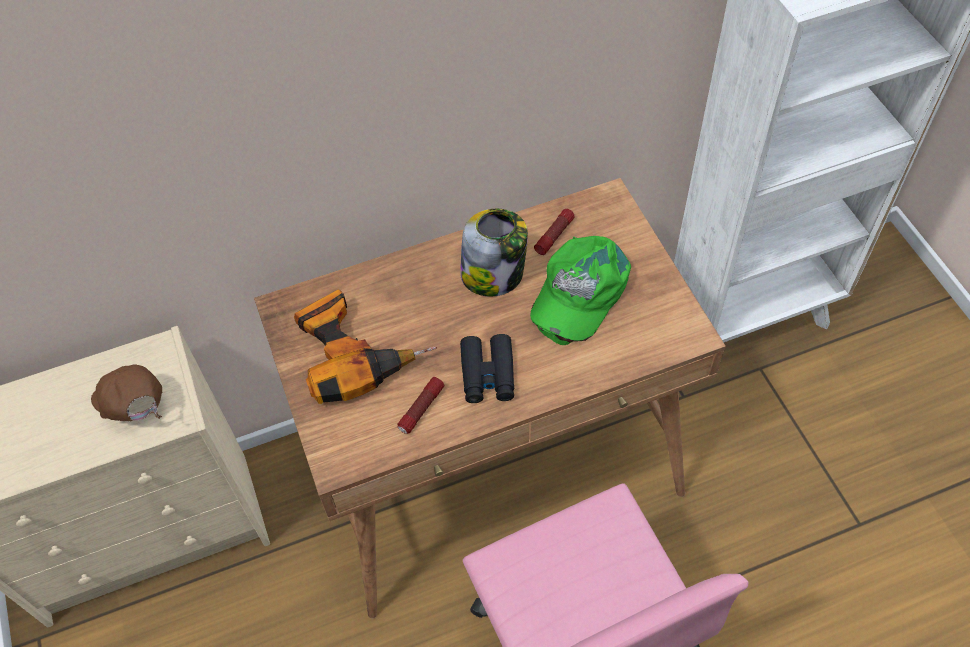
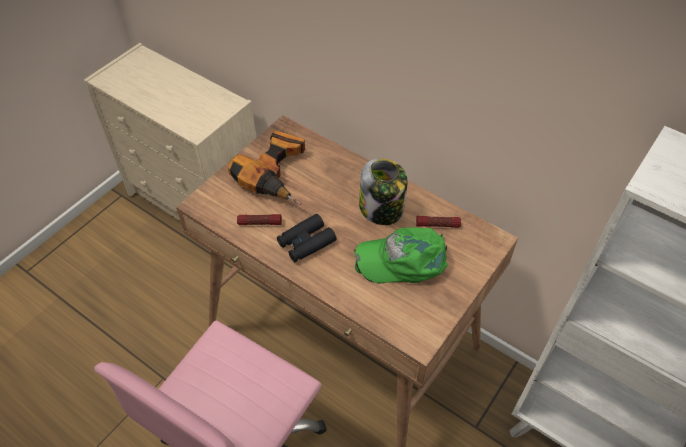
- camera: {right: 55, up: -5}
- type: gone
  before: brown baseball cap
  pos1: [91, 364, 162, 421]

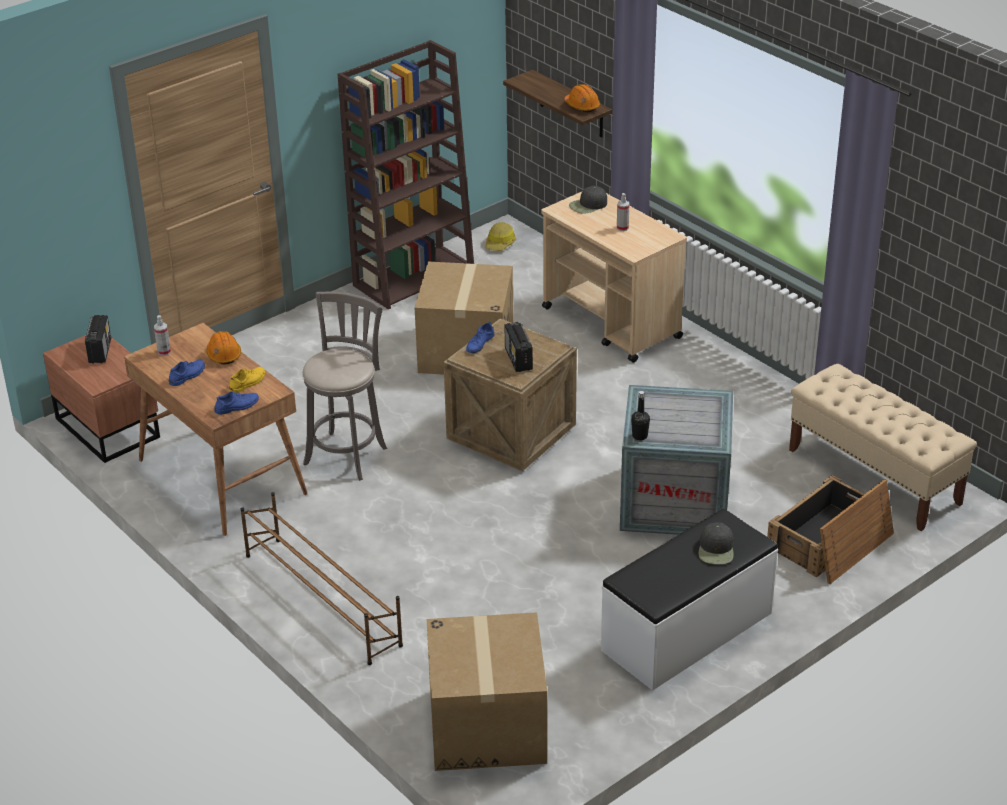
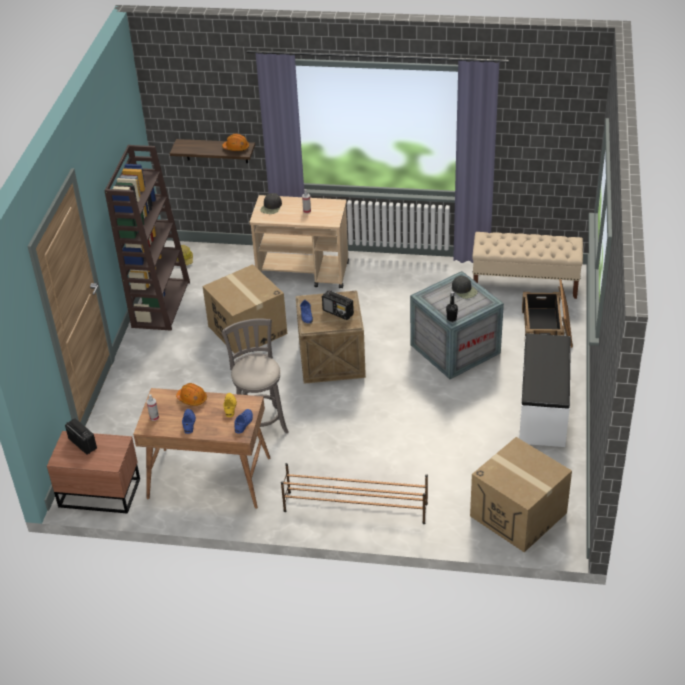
- camera: {right: -40, up: 5}
- type: shifted
  before: black-coloured baseball cap
  pos1: [699, 522, 734, 564]
  pos2: [452, 276, 478, 299]

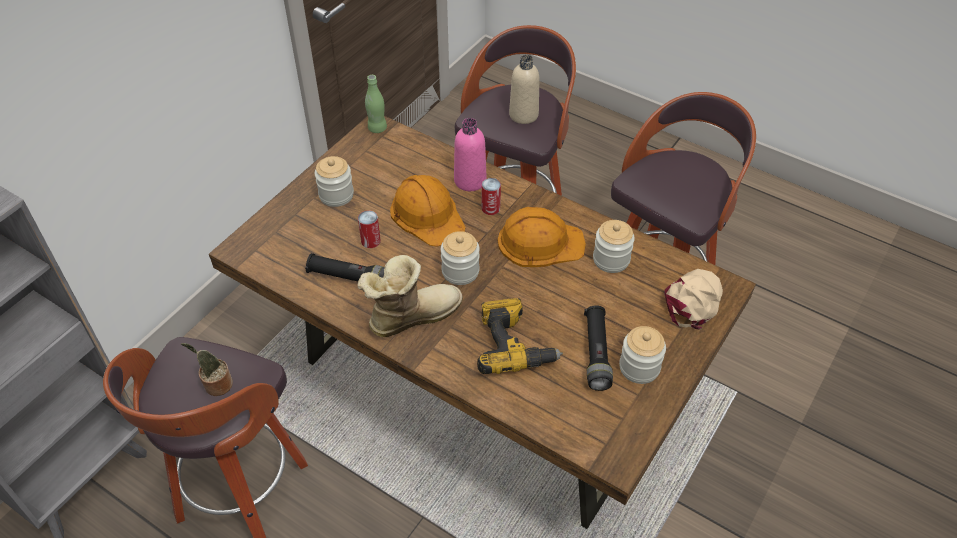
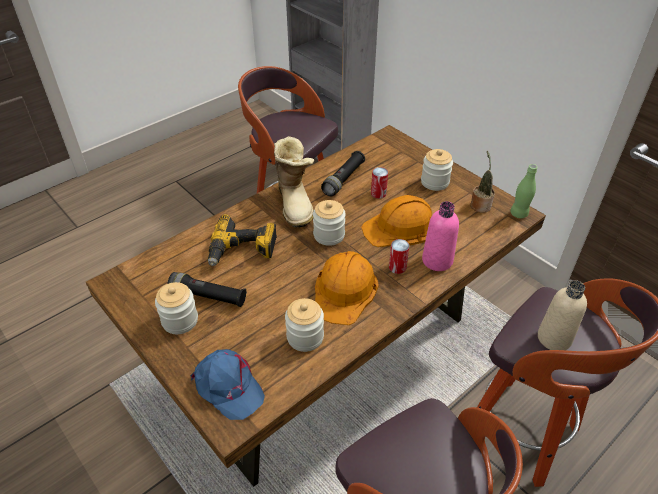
- camera: {right: 105, up: -5}
- type: repainted
  before: beige-coloured baseball cap
  after: blue baseball cap
  pos1: [664, 269, 723, 330]
  pos2: [190, 349, 265, 420]
- type: shifted
  before: houseplant
  pos1: [181, 343, 233, 396]
  pos2: [471, 151, 495, 213]

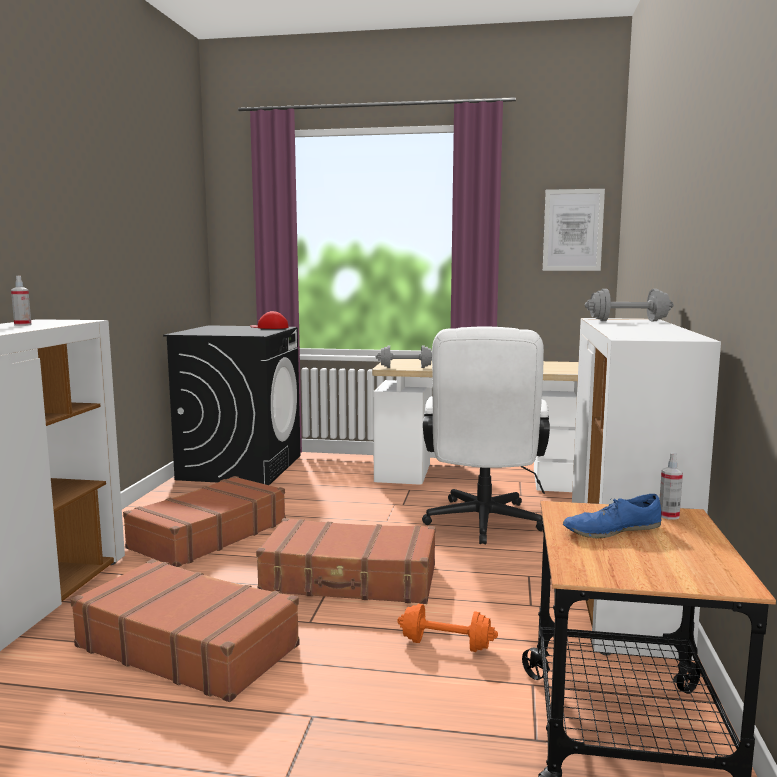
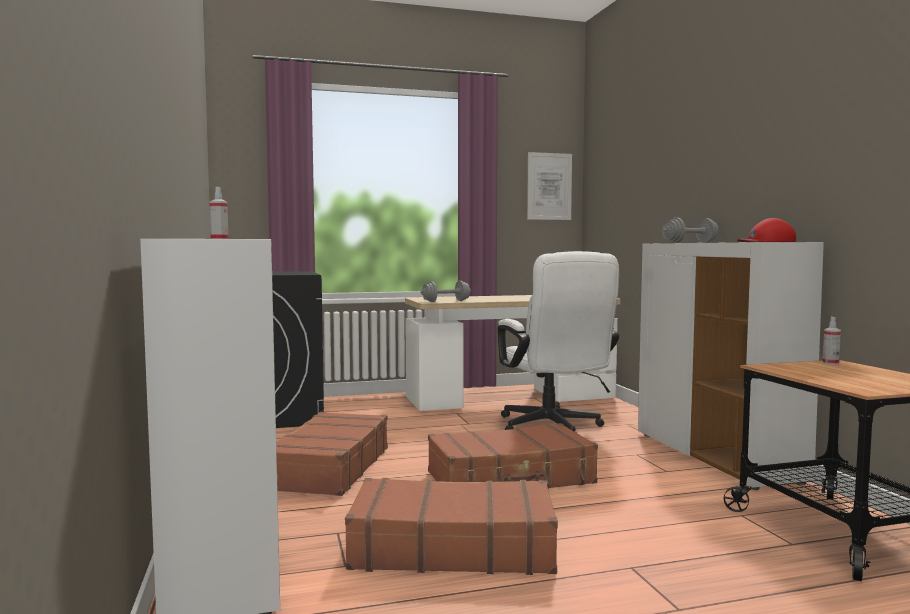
- camera: {right: -25, up: -5}
- type: shifted
  before: reddish baseball cap
  pos1: [250, 311, 288, 329]
  pos2: [737, 218, 796, 242]
- type: gone
  before: blue shoe
  pos1: [563, 494, 662, 539]
- type: gone
  before: orange-coloured hand weight
  pos1: [397, 604, 498, 652]

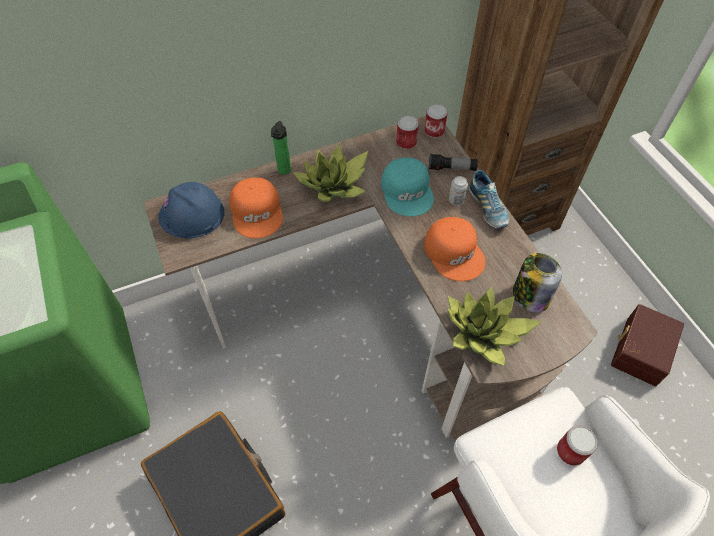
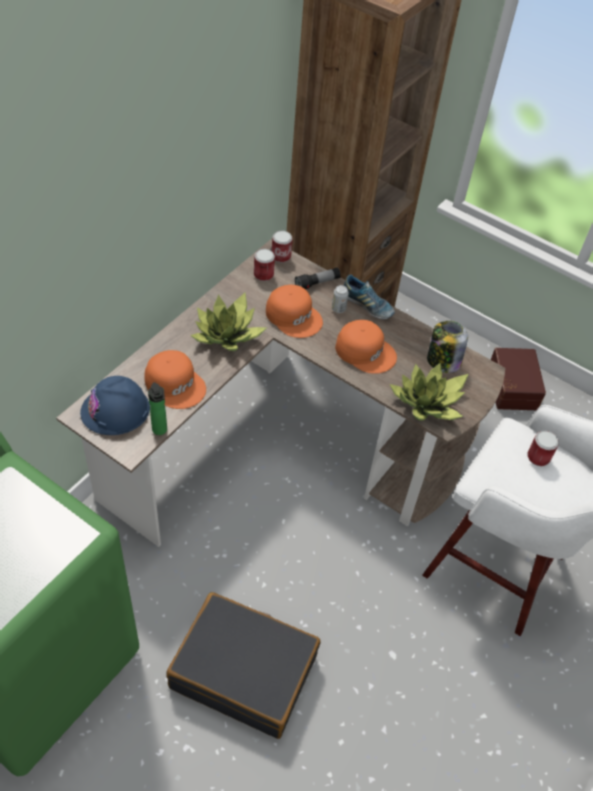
- camera: {right: -35, up: -5}
- type: shifted
  before: beverage bottle
  pos1: [271, 121, 291, 175]
  pos2: [148, 382, 167, 435]
- type: repainted
  before: turquoise-coloured baseball cap
  after: orange-coloured baseball cap
  pos1: [381, 158, 434, 216]
  pos2: [266, 285, 323, 338]

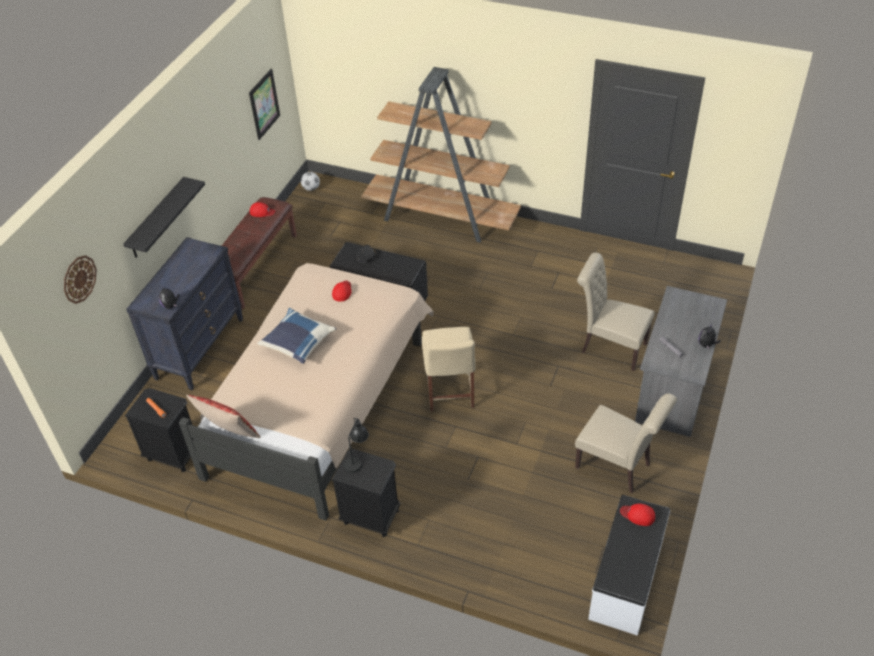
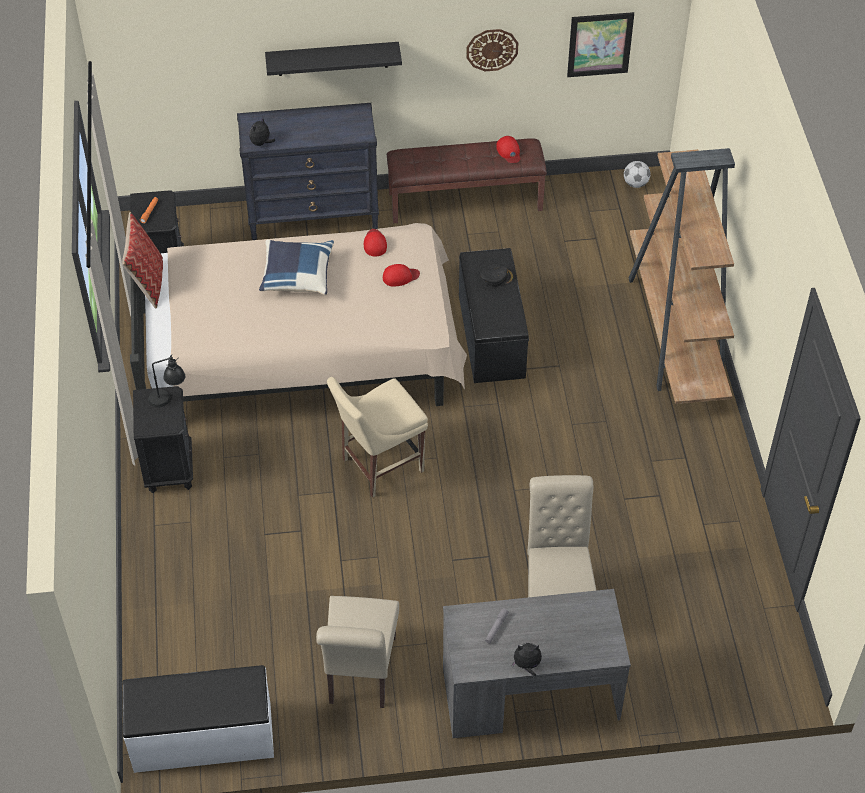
- camera: {right: 60, up: 5}
- type: shifted
  before: clock on the wall
  pos1: [64, 255, 97, 304]
  pos2: [466, 29, 518, 71]
- type: shifted
  before: reddish baseball cap
  pos1: [620, 504, 655, 526]
  pos2: [364, 229, 387, 257]

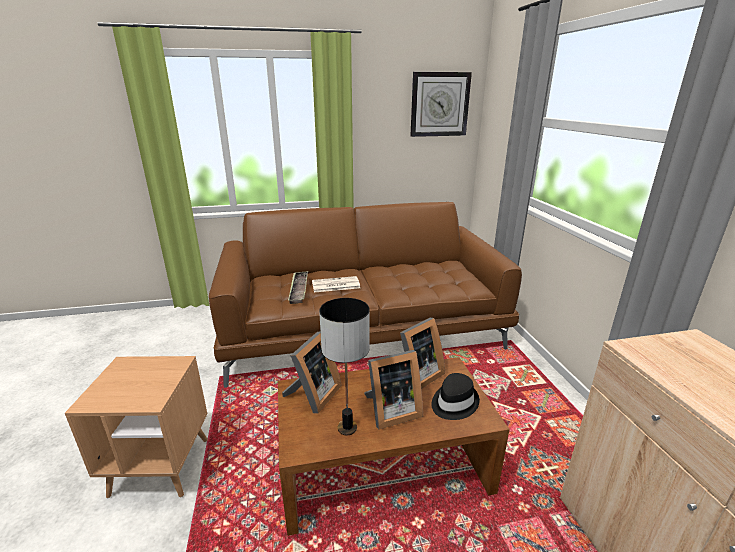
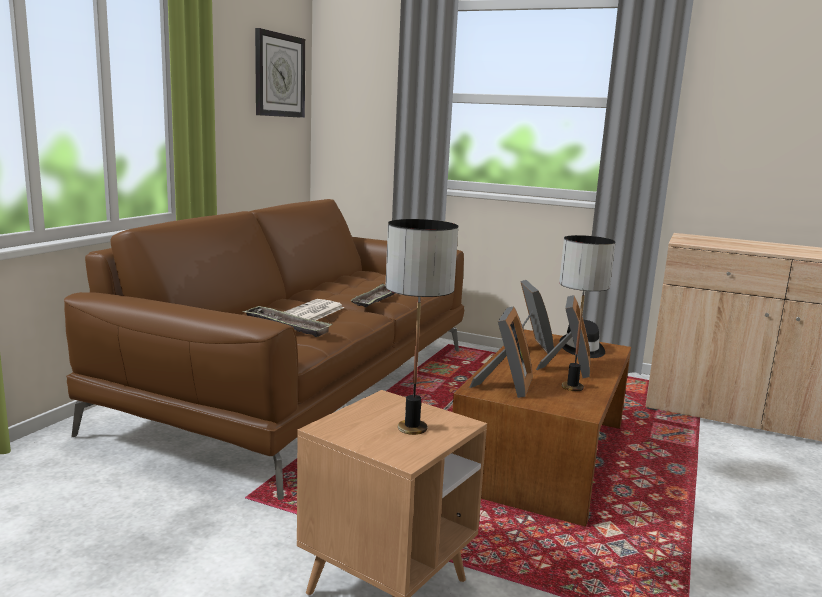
- camera: {right: -55, up: -10}
- type: rotated
  before: photo frame
  pos1: [282, 332, 342, 414]
  pos2: [469, 306, 532, 398]
  turn: 45
- type: new
  after: lamp for a table
  pos2: [385, 219, 458, 435]
- type: new
  after: tray
  pos2: [350, 283, 395, 307]

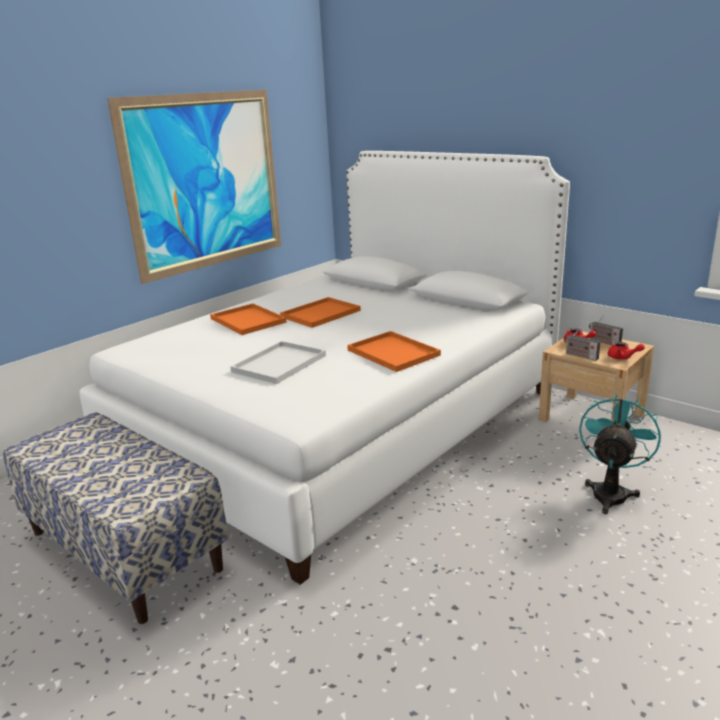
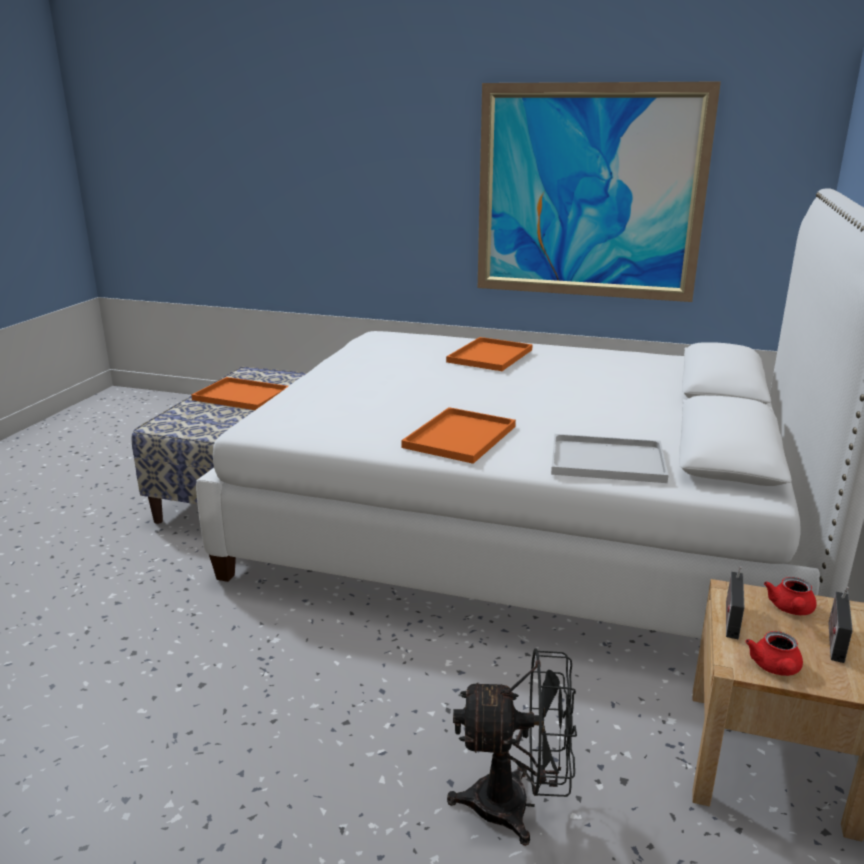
- camera: {right: 65, up: 0}
- type: shifted
  before: orange-coloured tray
  pos1: [280, 297, 361, 328]
  pos2: [191, 377, 288, 410]
- type: shifted
  before: white-coloured tray
  pos1: [231, 341, 326, 384]
  pos2: [551, 434, 668, 483]
- type: repainted
  before: turquoise-coloured fan
  after: black-coloured fan
  pos1: [579, 393, 661, 514]
  pos2: [447, 648, 577, 846]

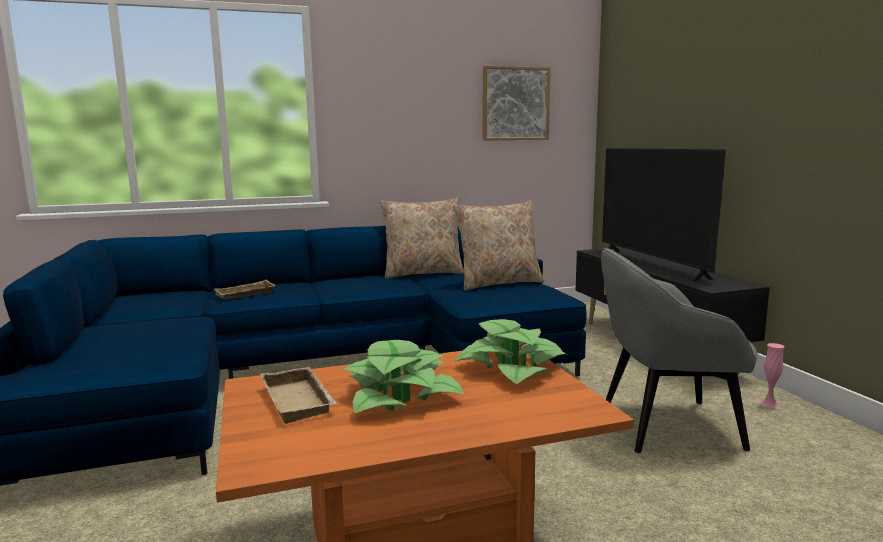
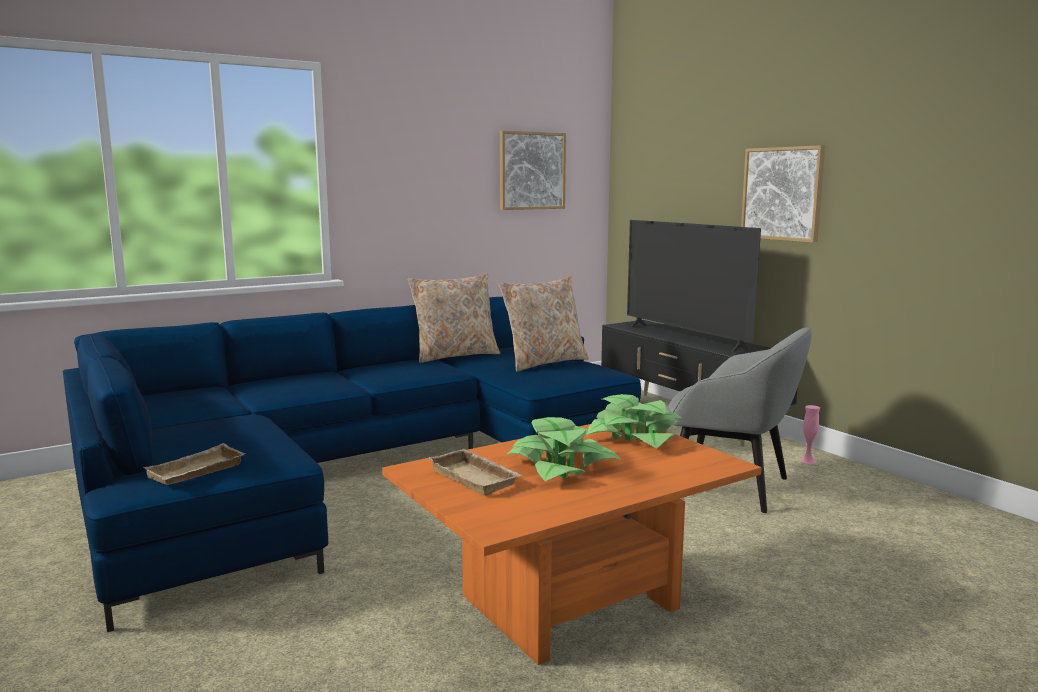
- camera: {right: -15, up: 0}
- type: rotated
  before: greyish easy chair
  pos1: [601, 248, 759, 453]
  pos2: [667, 327, 811, 513]
  turn: -135
- type: shifted
  before: beige-coloured tray
  pos1: [214, 280, 276, 299]
  pos2: [143, 443, 245, 485]
- type: new
  after: wall picture
  pos2: [741, 145, 825, 243]

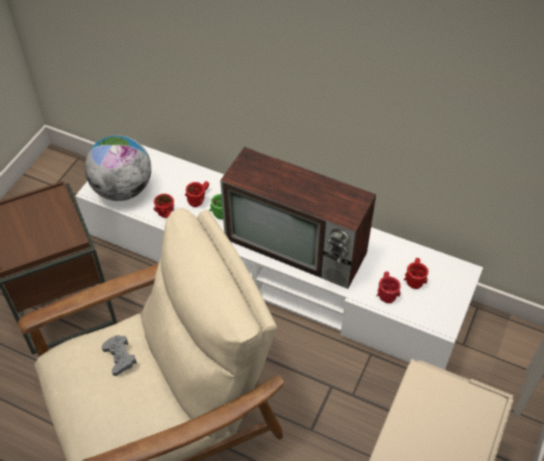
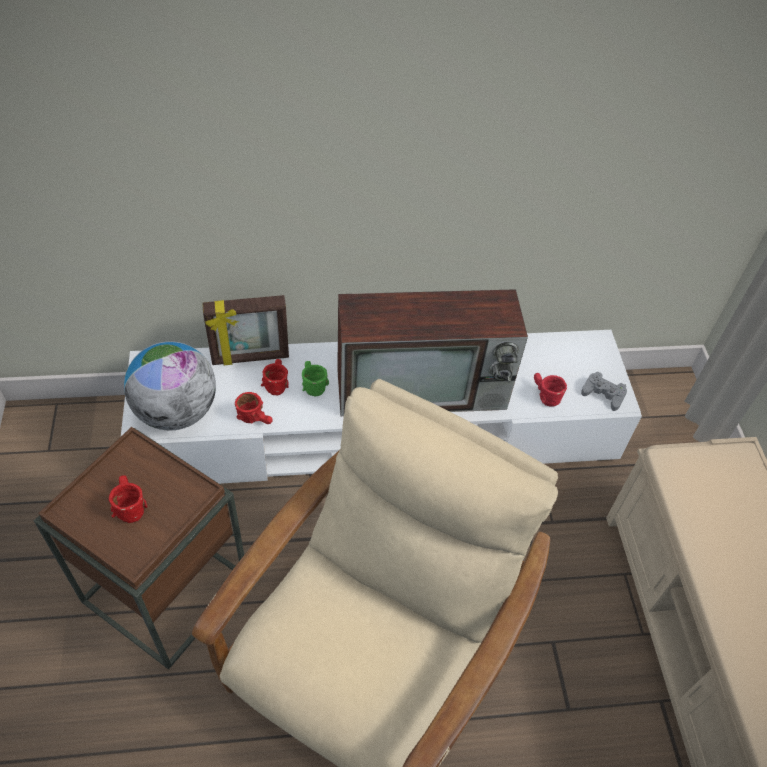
- camera: {right: -35, up: 0}
- type: shifted
  before: reddish coffee mug
  pos1: [404, 258, 429, 289]
  pos2: [109, 475, 148, 523]
- type: shifted
  before: greyish joypad
  pos1: [102, 335, 137, 376]
  pos2: [581, 372, 627, 411]
- type: new
  after: photo frame
  pos2: [203, 295, 289, 365]

